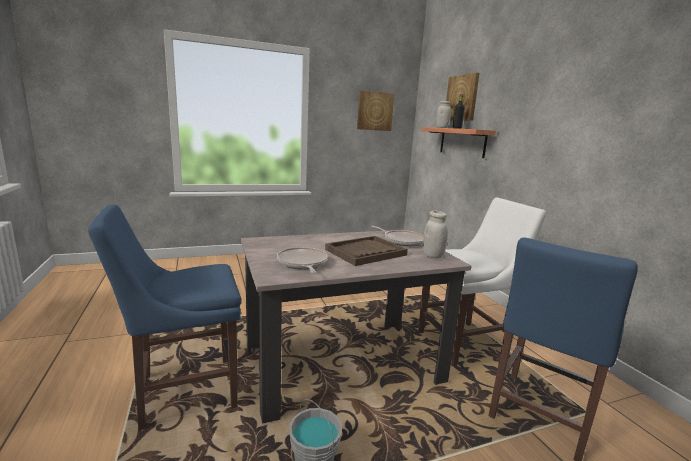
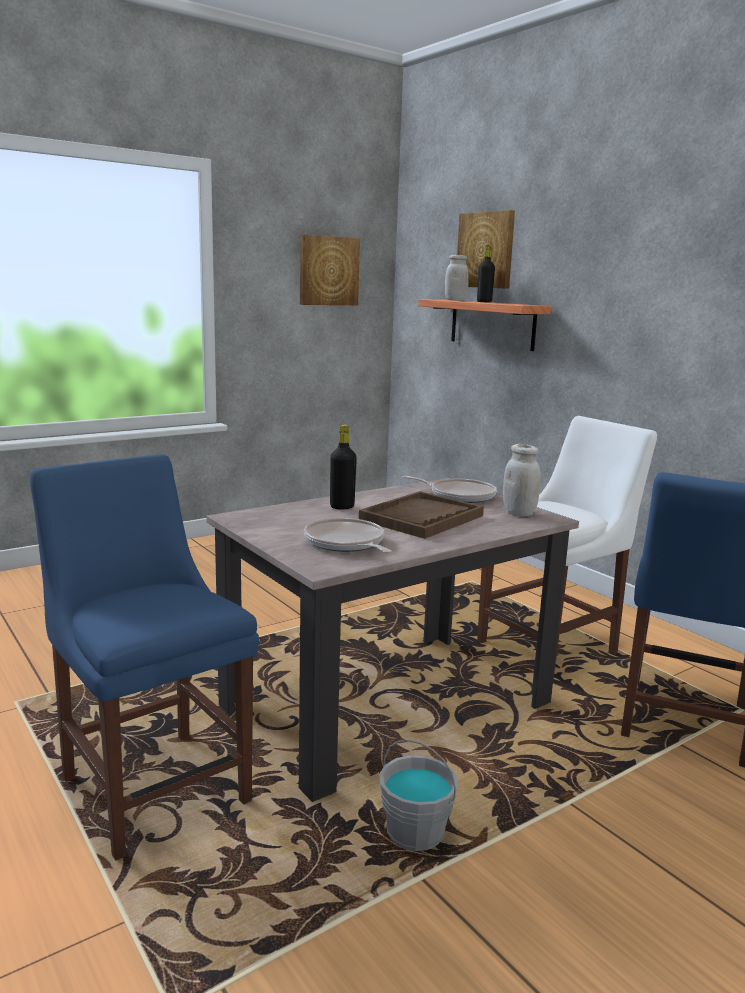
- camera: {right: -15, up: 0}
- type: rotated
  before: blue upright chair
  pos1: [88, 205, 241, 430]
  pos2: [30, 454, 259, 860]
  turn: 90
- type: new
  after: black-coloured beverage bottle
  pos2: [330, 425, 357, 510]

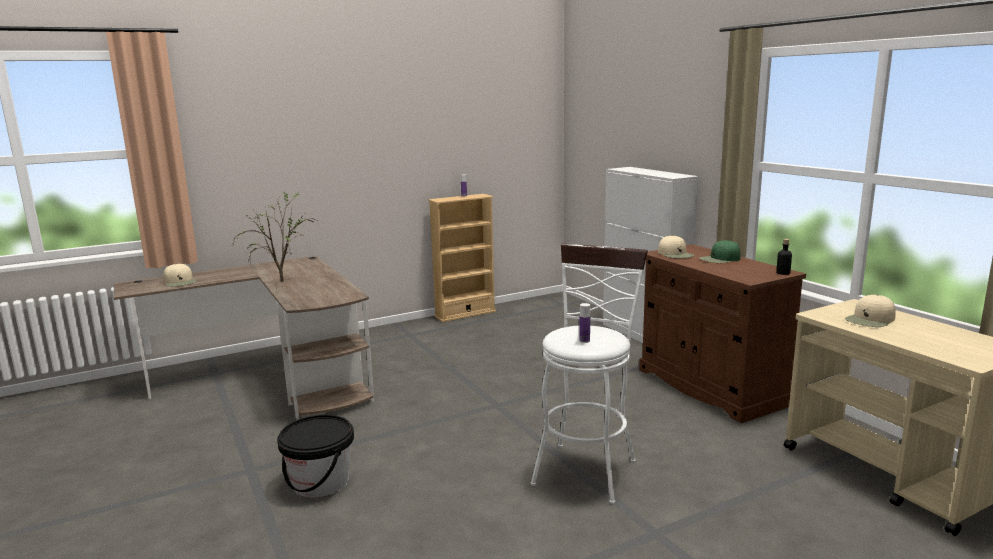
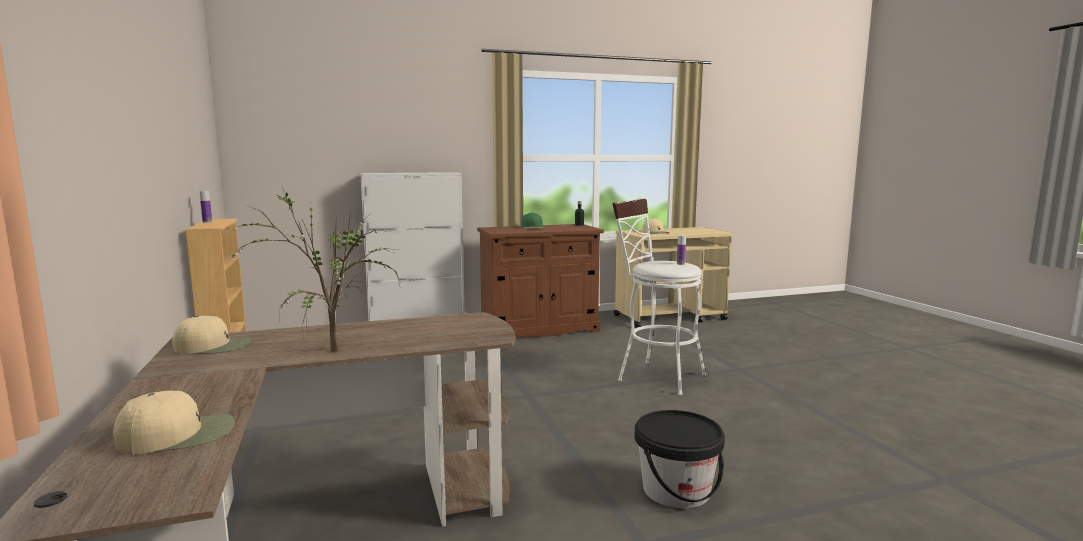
- camera: {right: -80, up: -5}
- type: shifted
  before: beige-coloured baseball cap
  pos1: [658, 235, 695, 258]
  pos2: [172, 316, 252, 354]

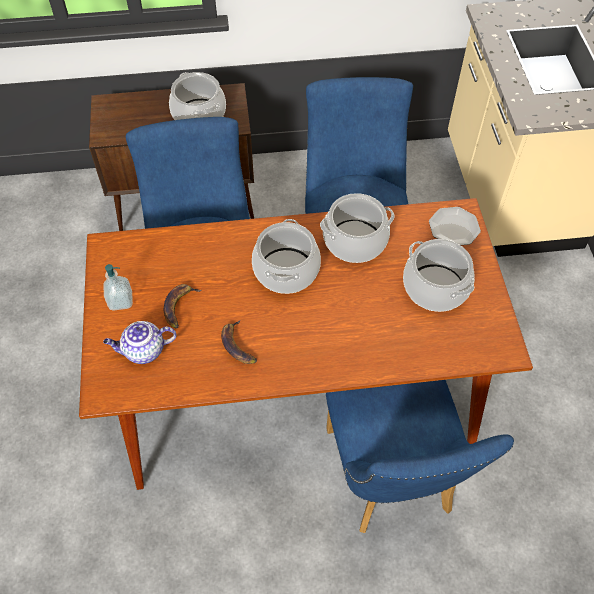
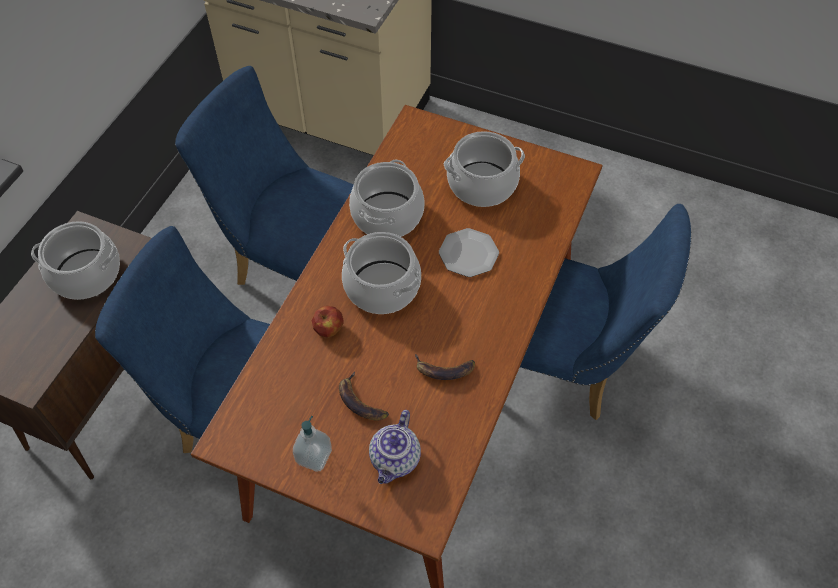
- camera: {right: -60, up: 0}
- type: shifted
  before: dinner plate
  pos1: [429, 207, 481, 245]
  pos2: [439, 228, 499, 277]
- type: new
  after: apple
  pos2: [312, 306, 344, 338]

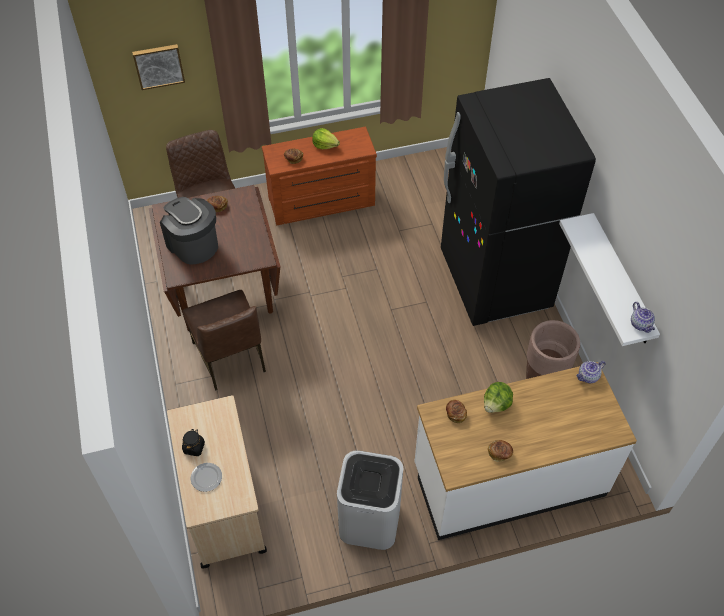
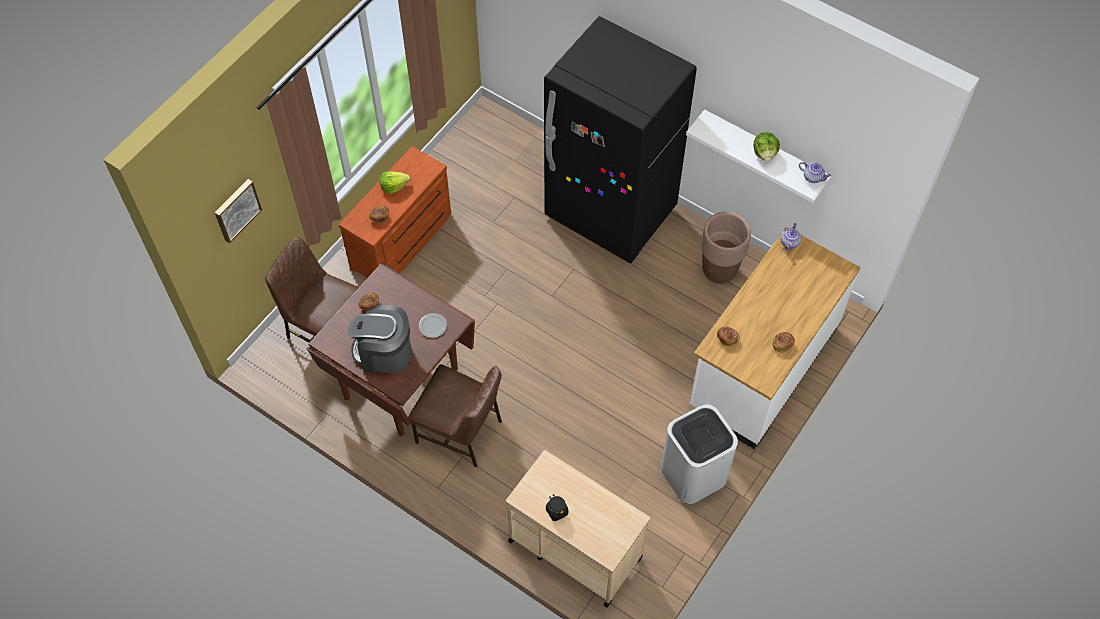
- camera: {right: -40, up: 5}
- type: shifted
  before: head of lettuce
  pos1: [484, 382, 513, 413]
  pos2: [754, 132, 780, 162]
- type: shifted
  before: dinner plate
  pos1: [191, 463, 222, 492]
  pos2: [419, 313, 447, 338]

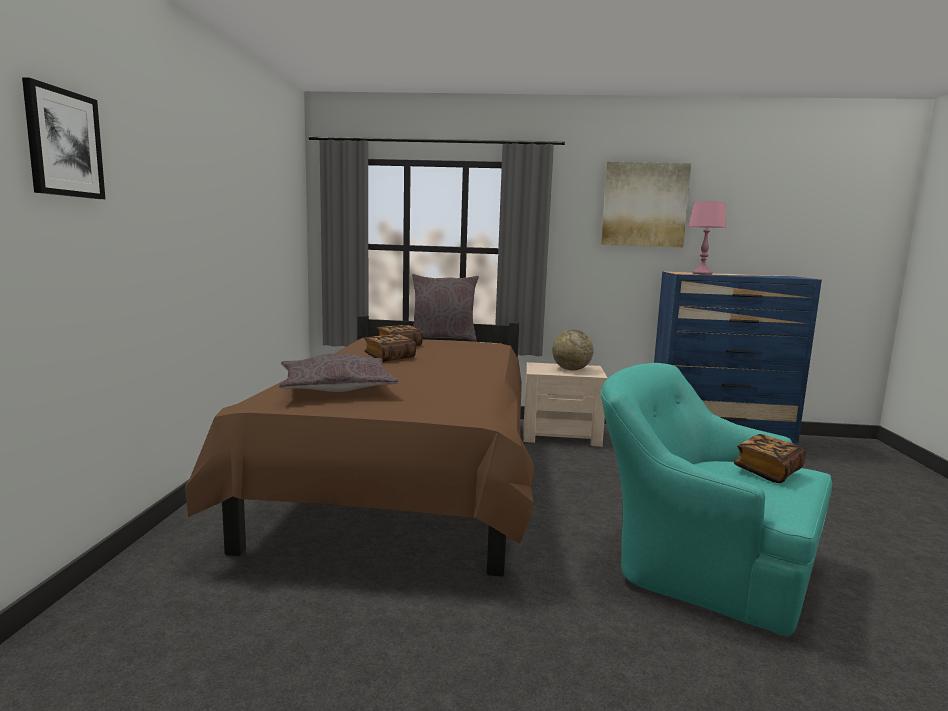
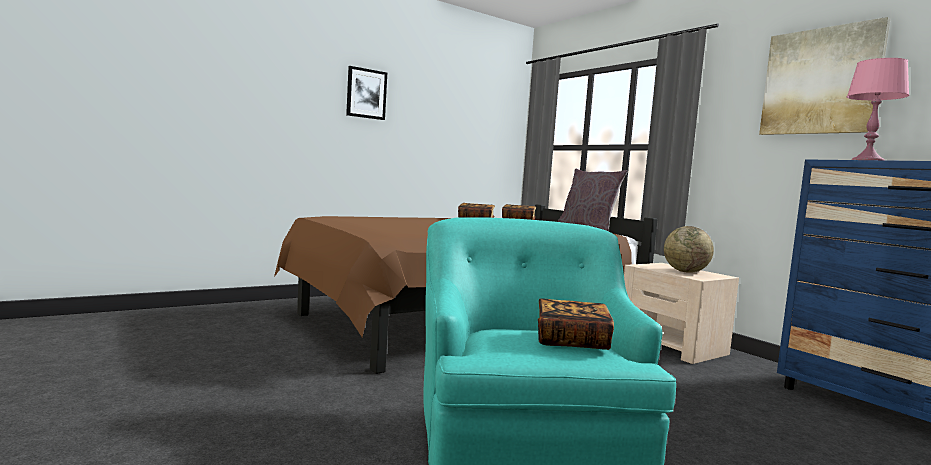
- camera: {right: 50, up: -5}
- type: shifted
  before: wall picture
  pos1: [22, 78, 105, 199]
  pos2: [346, 66, 387, 120]
- type: gone
  before: greyish cushion
  pos1: [279, 353, 399, 392]

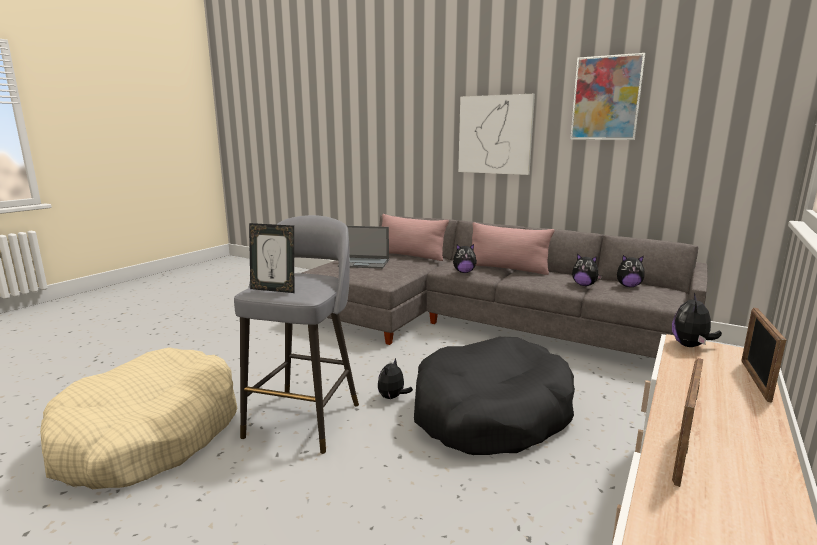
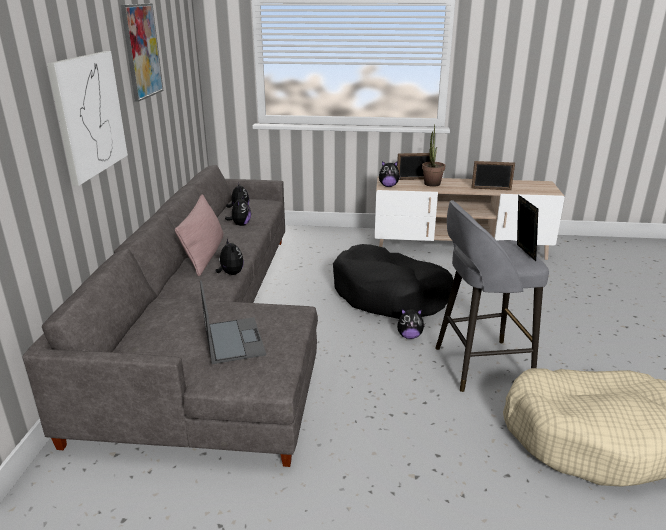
- camera: {right: -115, up: 10}
- type: gone
  before: pink cushion
  pos1: [382, 214, 449, 261]
- type: new
  after: houseplant
  pos2: [422, 124, 445, 187]

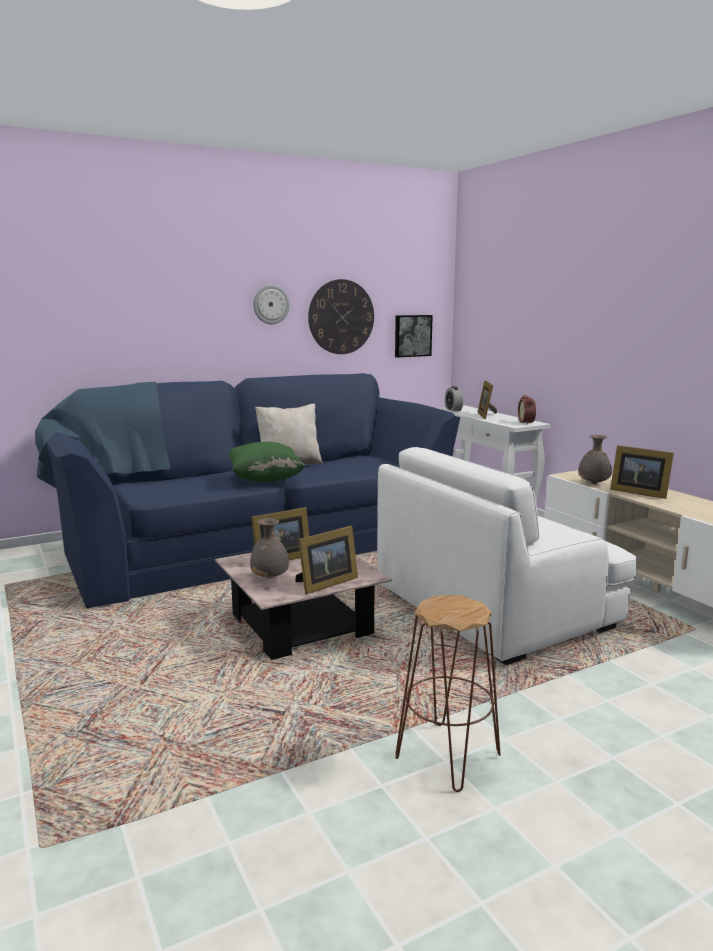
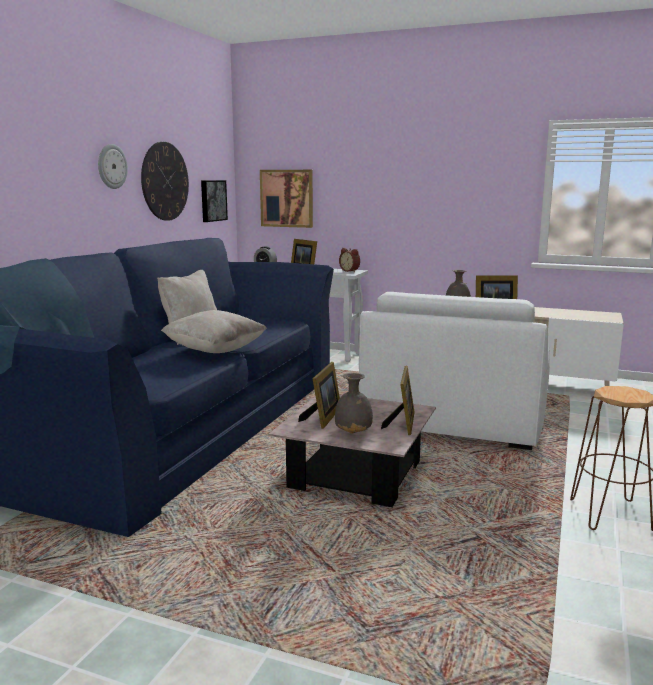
- camera: {right: -40, up: 0}
- type: repainted
  before: green cushion
  after: beige-coloured cushion
  pos1: [228, 442, 305, 482]
  pos2: [161, 310, 267, 353]
- type: new
  after: wall picture
  pos2: [260, 170, 313, 228]

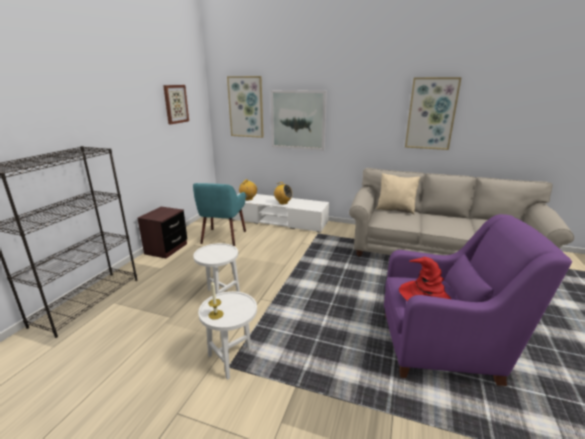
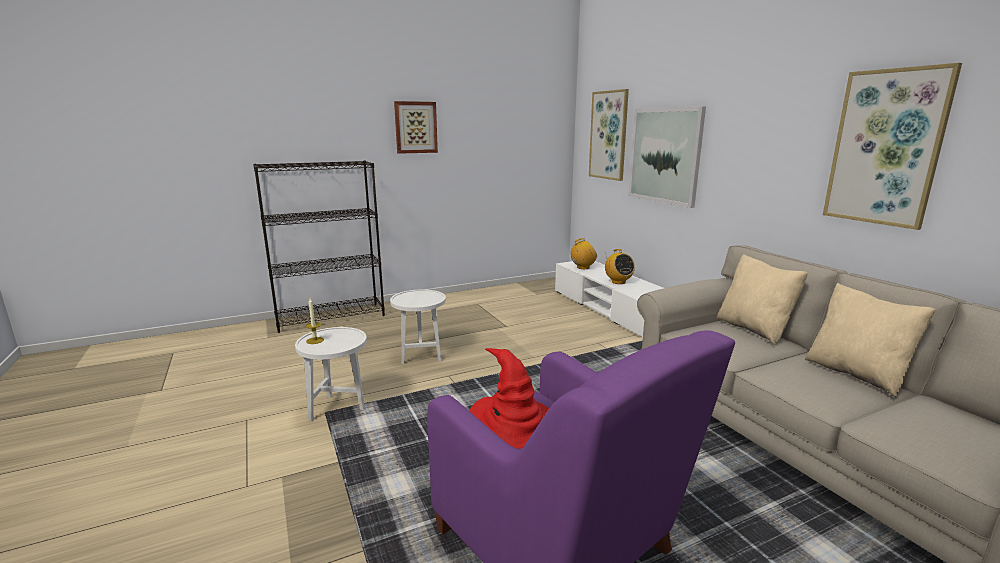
- camera: {right: 45, up: -5}
- type: shifted
  before: wall picture
  pos1: [163, 85, 189, 124]
  pos2: [394, 101, 438, 154]
- type: gone
  before: turquoise-coloured easy chair
  pos1: [193, 183, 246, 246]
- type: gone
  before: brown nightstand
  pos1: [137, 207, 187, 259]
- type: new
  after: beige-coloured cushion
  pos2: [805, 283, 936, 398]

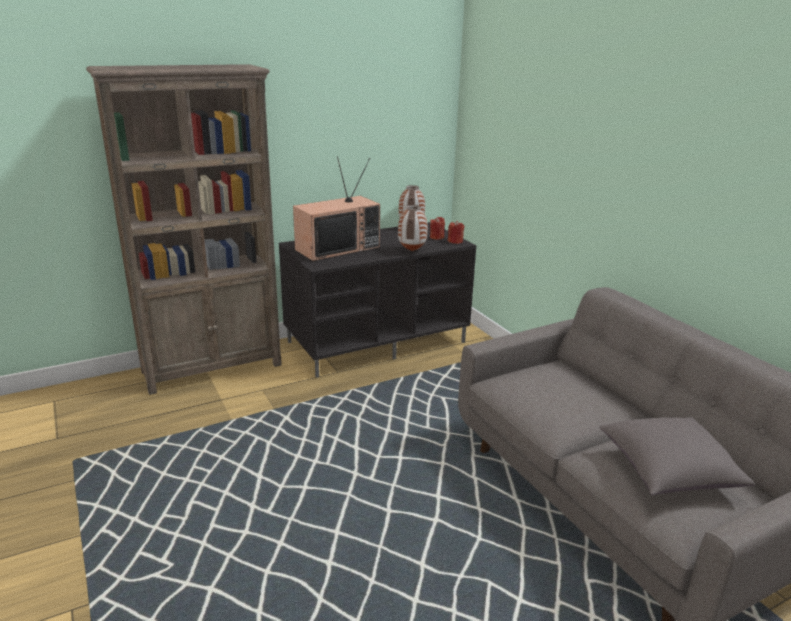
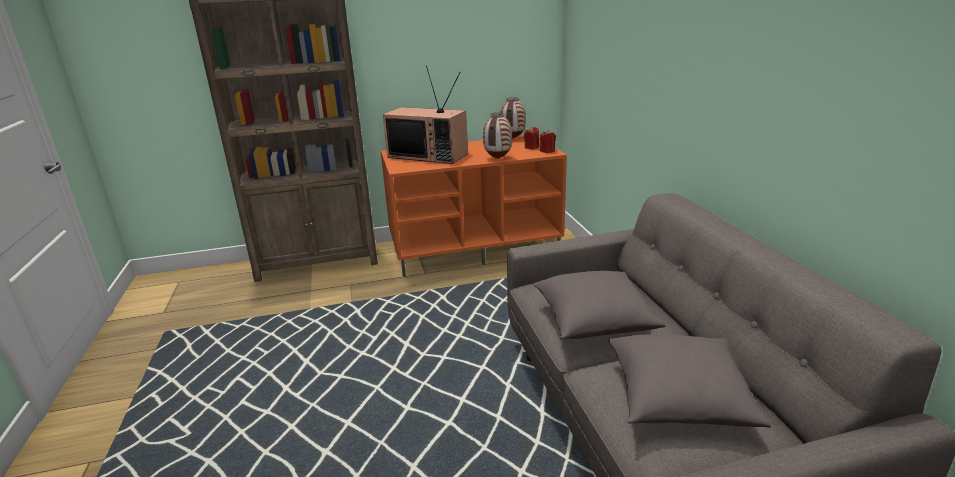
- camera: {right: 15, up: 0}
- type: rotated
  before: TV set
  pos1: [293, 156, 380, 261]
  pos2: [383, 66, 468, 164]
  turn: 45
- type: repainted
  before: black-coloured tv stand
  after: orange-coloured tv stand
  pos1: [279, 222, 476, 378]
  pos2: [381, 136, 567, 277]
- type: new
  after: greyish cushion
  pos2: [534, 271, 666, 339]

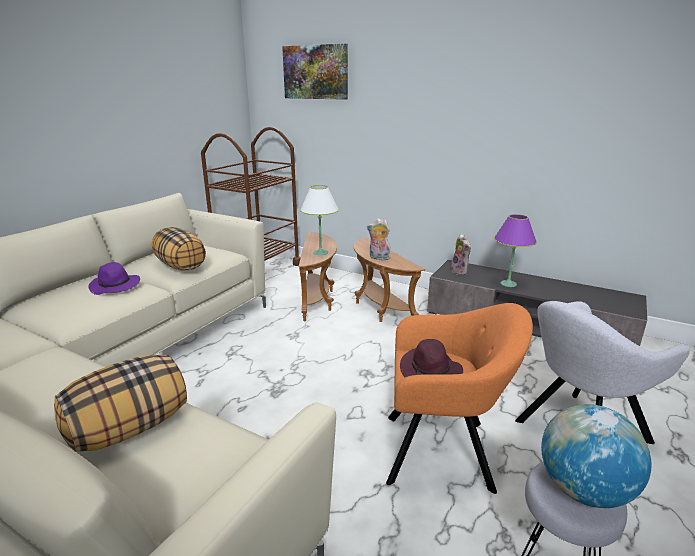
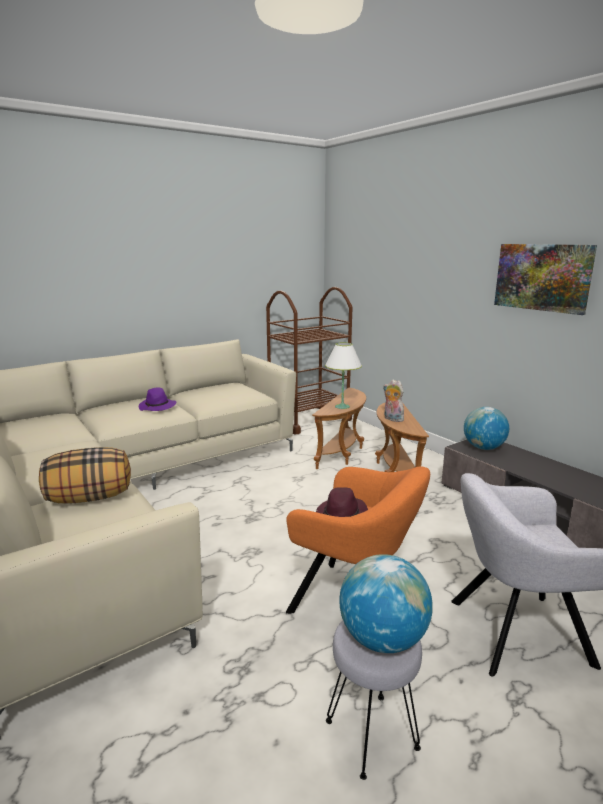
- camera: {right: 25, up: -5}
- type: shifted
  before: wall picture
  pos1: [282, 44, 348, 100]
  pos2: [494, 244, 597, 315]
- type: gone
  before: purple lamp for a table
  pos1: [494, 214, 537, 287]
- type: gone
  before: cushion
  pos1: [152, 227, 206, 271]
- type: swapped
  before: soft toy
  after: globe
  pos1: [451, 233, 471, 275]
  pos2: [464, 407, 509, 450]

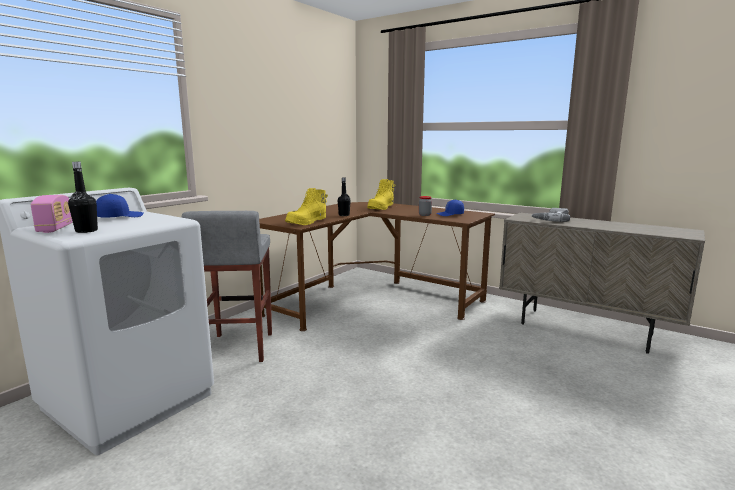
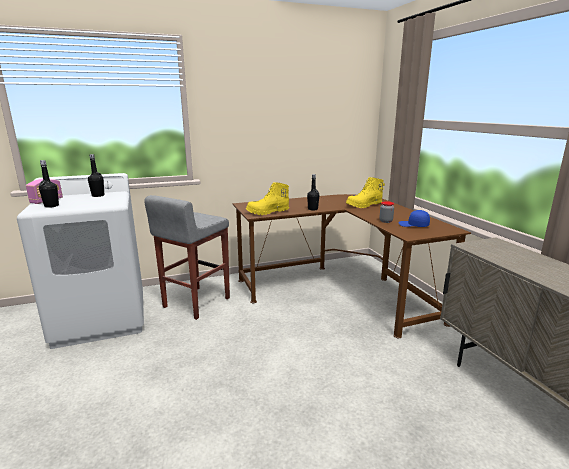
- camera: {right: 35, up: 5}
- type: swapped
  before: blue baseball cap
  after: black-coloured beverage bottle
  pos1: [96, 194, 144, 218]
  pos2: [88, 154, 104, 197]
- type: gone
  before: drill
  pos1: [531, 208, 570, 222]

